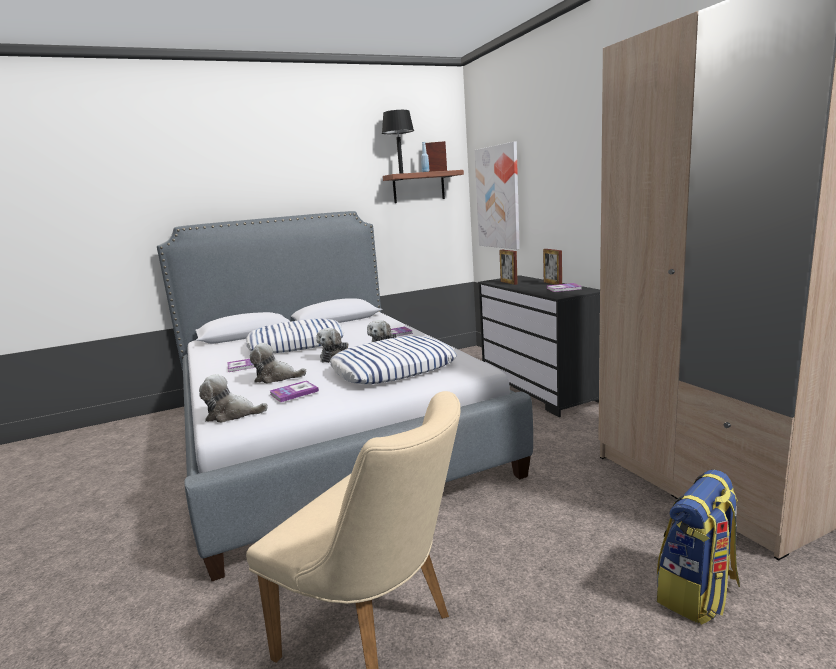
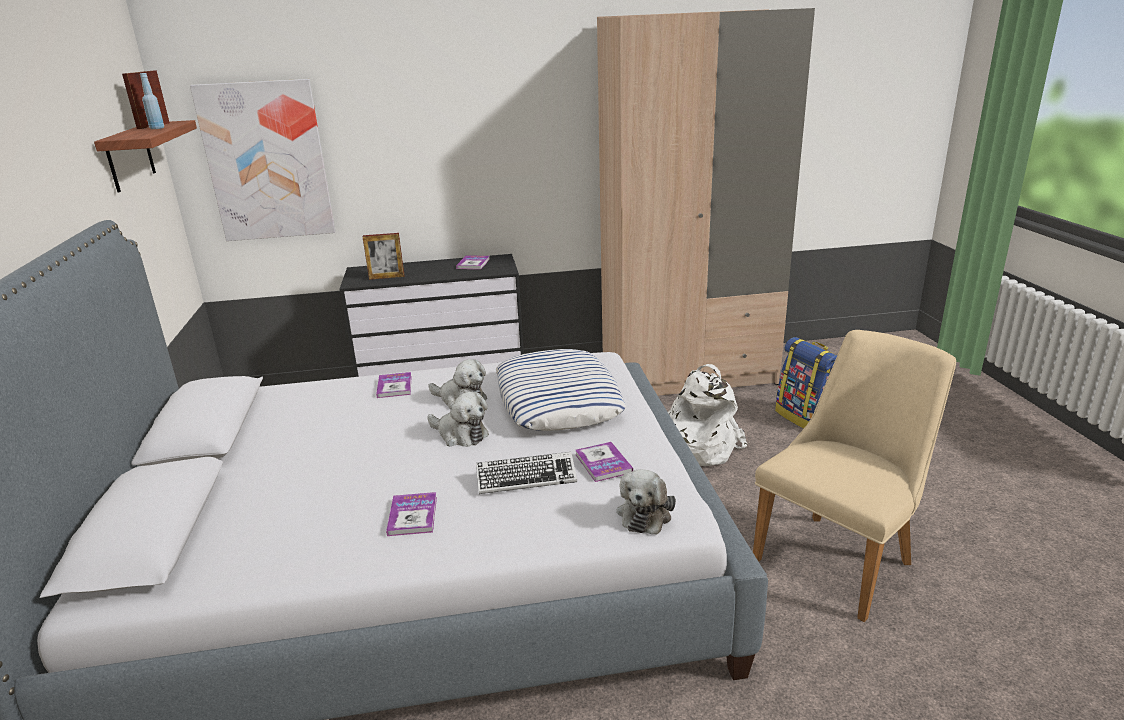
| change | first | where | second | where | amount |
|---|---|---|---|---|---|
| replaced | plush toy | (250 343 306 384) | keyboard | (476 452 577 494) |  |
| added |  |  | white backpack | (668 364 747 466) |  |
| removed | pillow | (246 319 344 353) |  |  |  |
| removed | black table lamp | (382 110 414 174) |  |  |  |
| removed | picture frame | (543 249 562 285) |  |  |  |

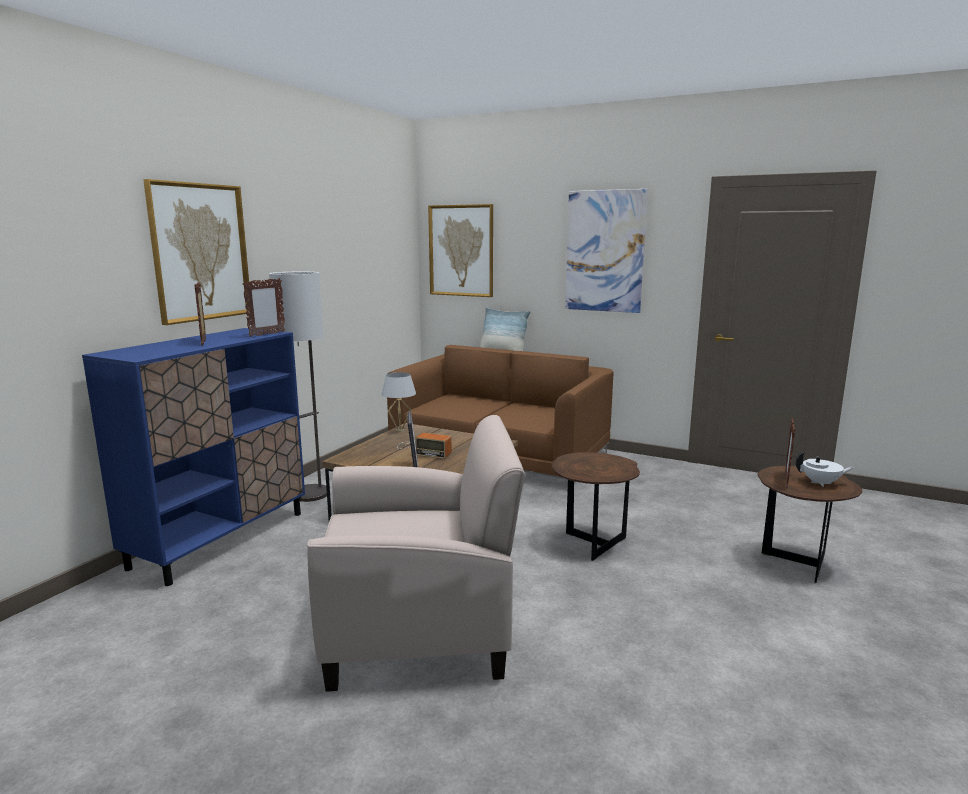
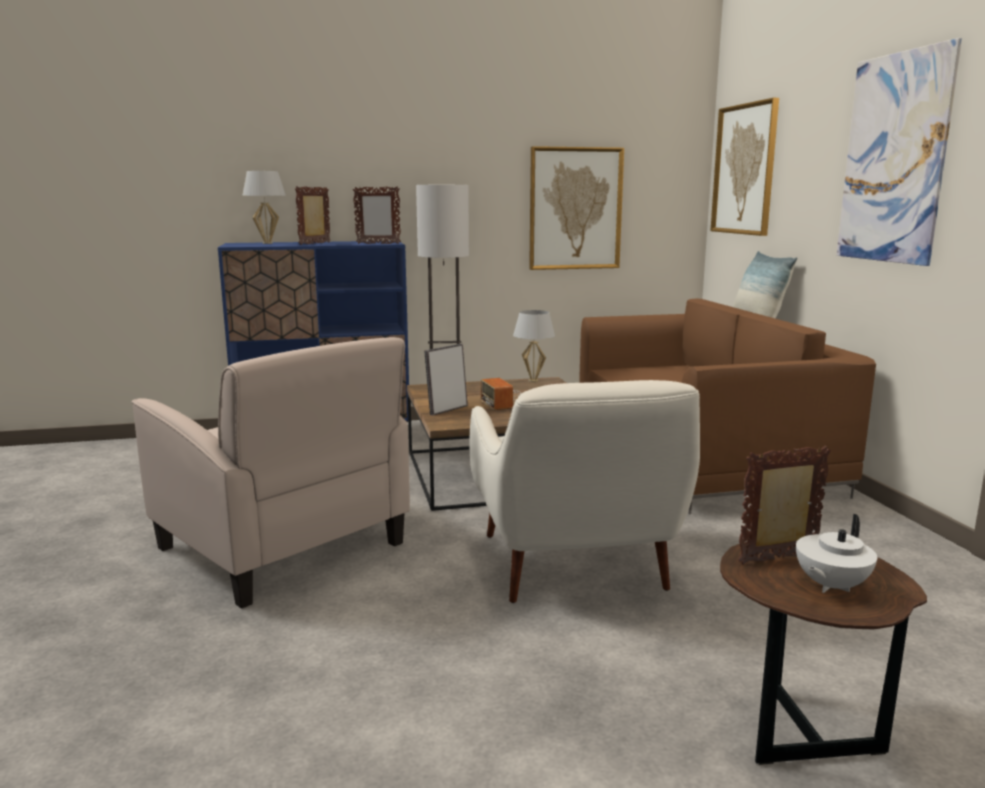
| change | first | where | second | where | amount |
|---|---|---|---|---|---|
| added |  |  | white table lamp | (242 171 286 244) |  |
| replaced | brown side table | (552 452 640 561) | white armchair | (470 380 700 603) |  |
| moved | picture | (143 179 250 325) |  | (529 146 624 270) |  |
| turned | white teapot | (796 452 854 487) |  | (796 514 877 593) | 75 degrees clockwise |

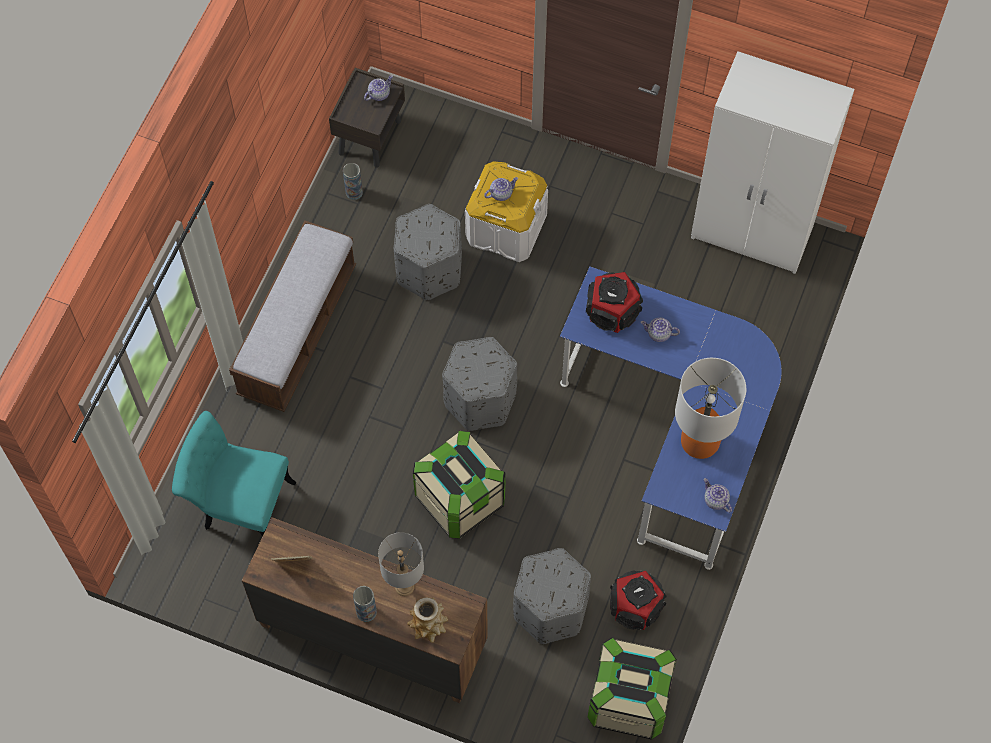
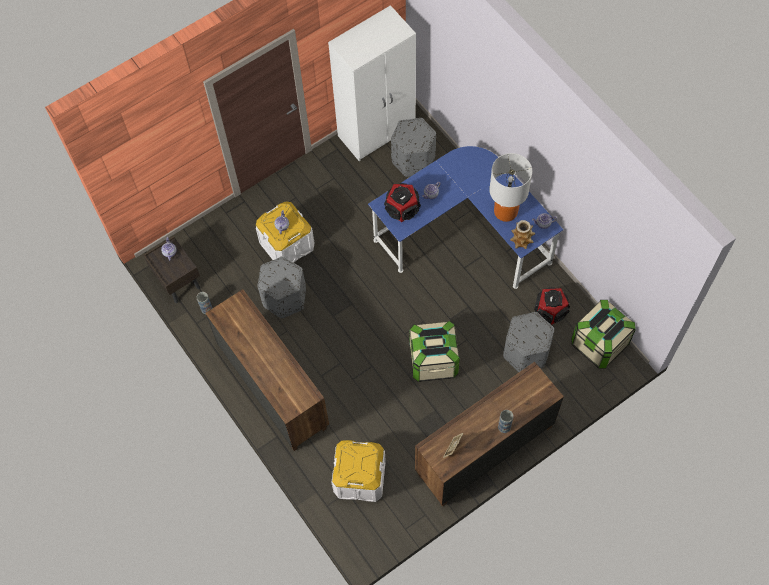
| change | first | where | second | where | amount |
|---|---|---|---|---|---|
| replaced | bench | (229 220 356 412) | brown dresser | (205 289 329 451) |  |
| replaced | turquoise chair | (172 411 296 537) | white storage box | (331 440 386 502) |  |
| moved | grey ottoman | (442 337 517 431) |  | (391 118 436 177) |  |
| moved | vase | (407 597 448 643) |  | (510 220 535 249) |  |
| removed | grey table lamp | (378 532 424 596) |  |  |  |

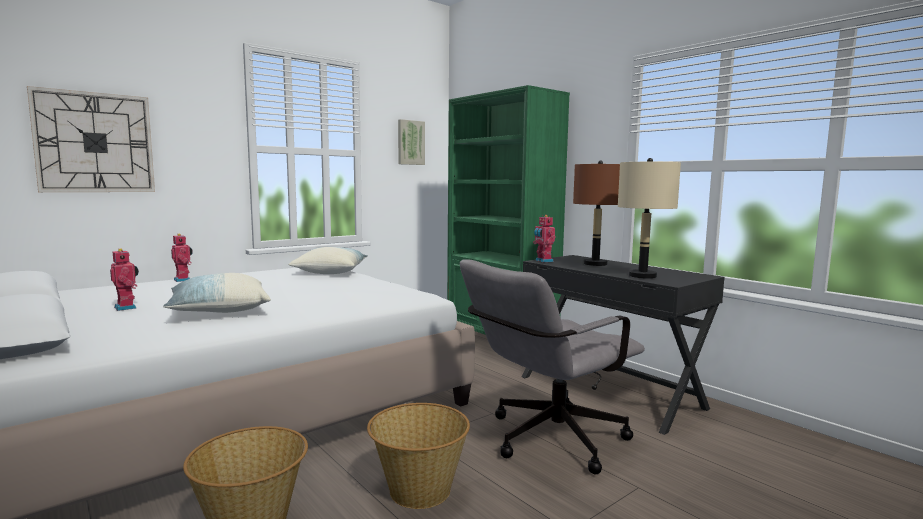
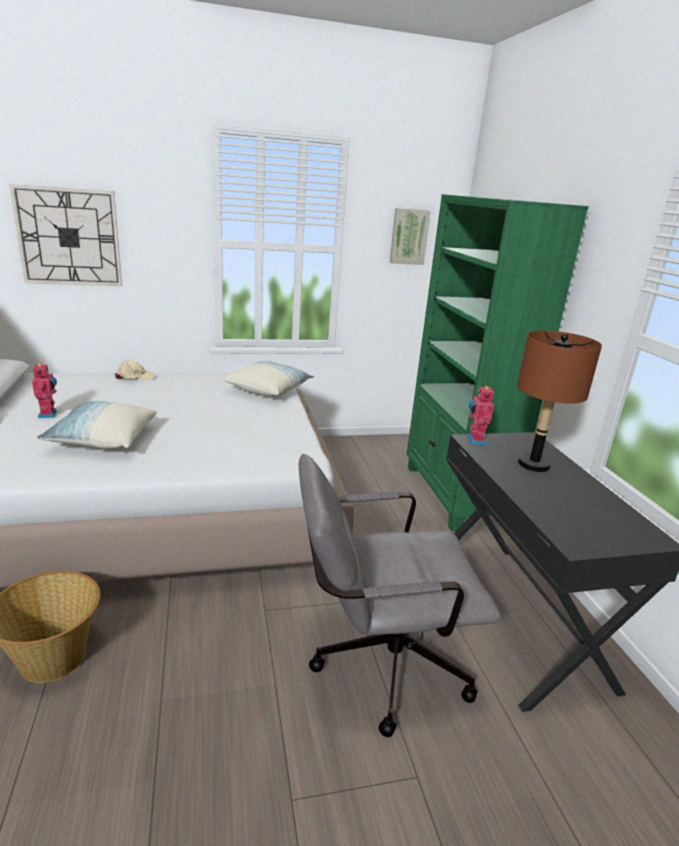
| change | first | where | second | where | amount |
|---|---|---|---|---|---|
| replaced | toy robot | (171 234 193 282) | beige cap | (115 360 156 380) |  |
| removed | basket | (367 403 470 509) |  |  |  |
| removed | beige table lamp | (618 158 681 279) |  |  |  |

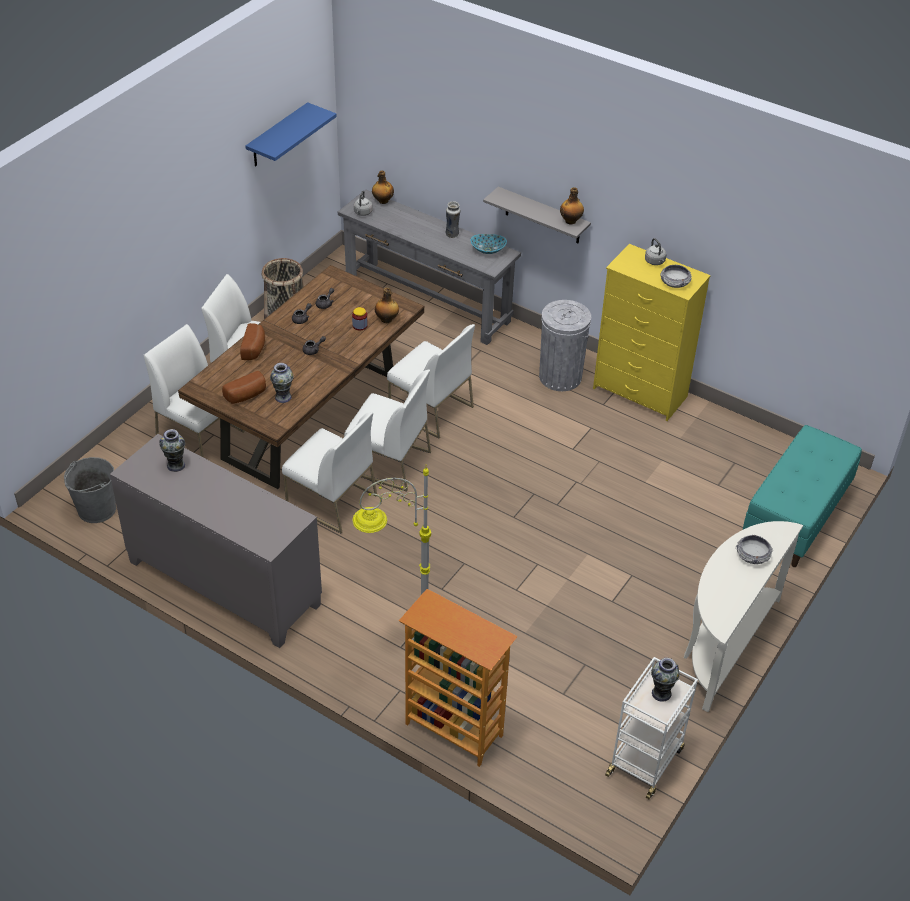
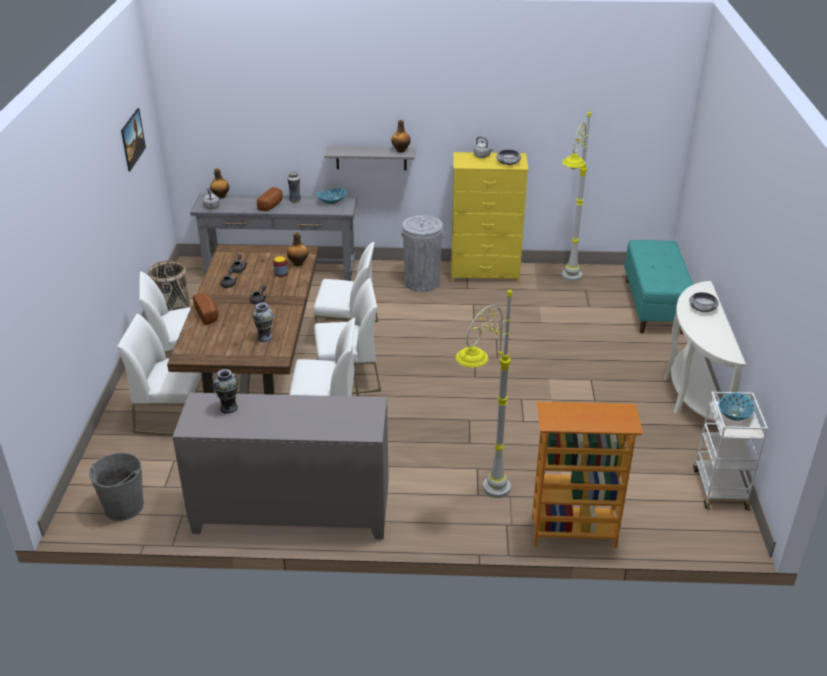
| change | first | where | second | where | amount |
|---|---|---|---|---|---|
| replaced | blue shelf | (245 102 337 167) | picture | (121 108 146 172) |  |
| moved | bread | (222 371 266 404) |  | (257 187 283 211) |  |
| added |  |  | grey floor lamp | (562 108 591 282) |  |
| replaced | vase | (651 658 680 702) | bowl | (718 393 755 421) |  |

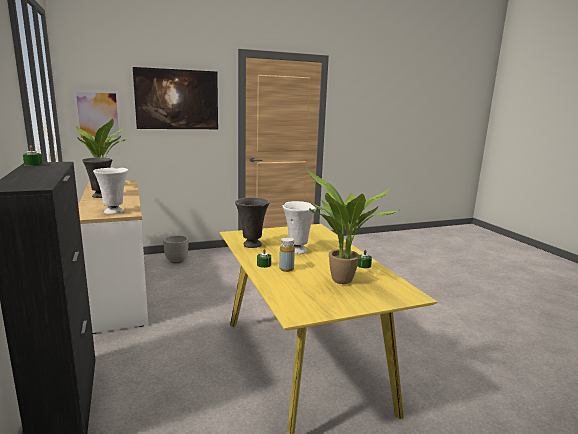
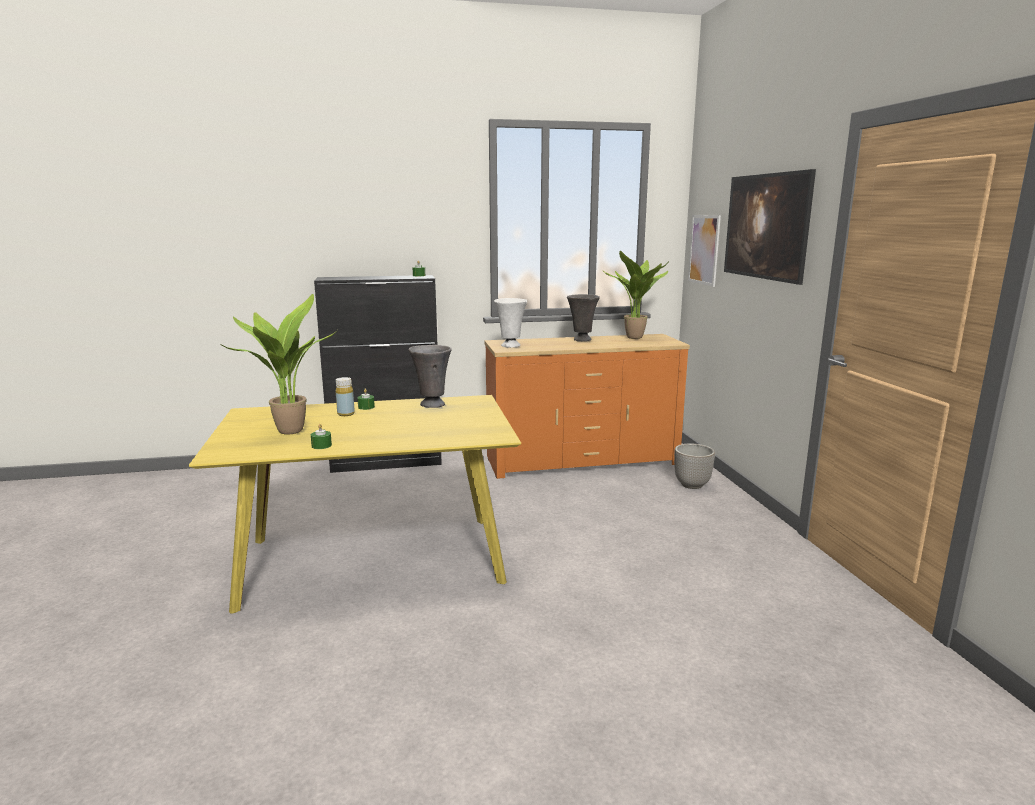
| change | first | where | second | where | amount |
|---|---|---|---|---|---|
| recoloured | white dresser | (78 180 149 334) | orange dresser | (485 334 690 479) |  |
| removed | white vase | (283 201 317 254) |  |  |  |

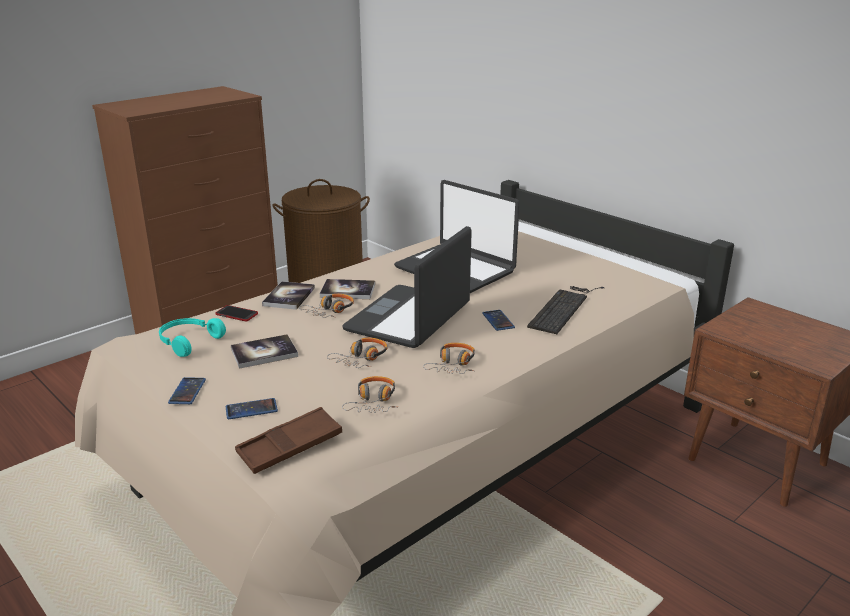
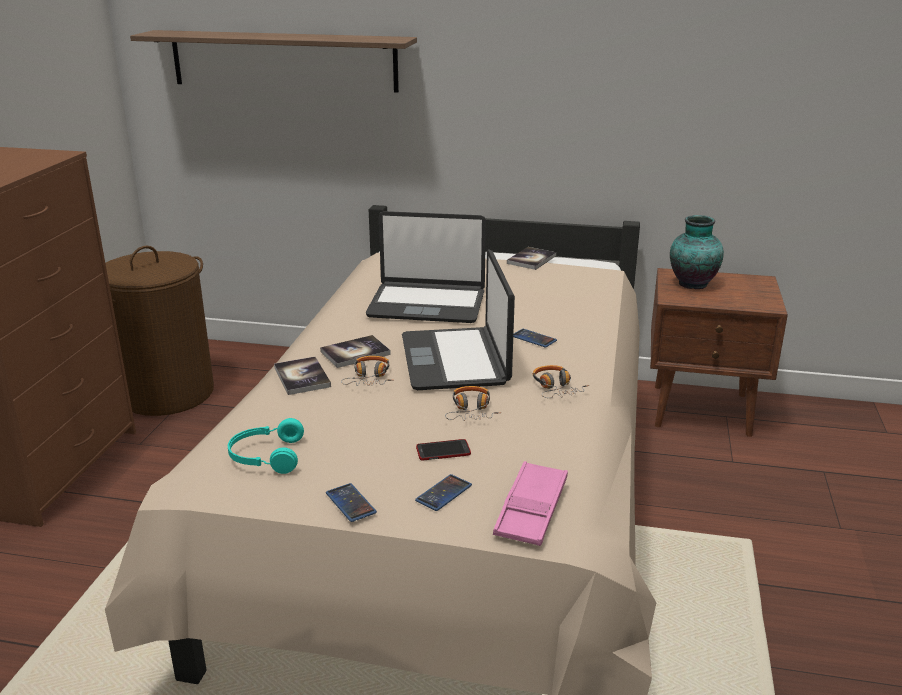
| change | first | where | second | where | amount |
|---|---|---|---|---|---|
| added |  |  | shelf | (130 30 417 93) |  |
| moved | phone | (216 305 258 322) |  | (416 439 471 461) |  |
| recoloured | brown tray | (235 407 342 474) | pink tray | (493 461 568 546) |  |
| moved | book | (231 334 298 369) |  | (507 247 556 270) |  |
| added |  |  | vase | (670 215 724 289) |  |
| removed | headphones | (342 376 397 413) |  |  |  |
| removed | keyboard | (527 286 605 334) |  |  |  |

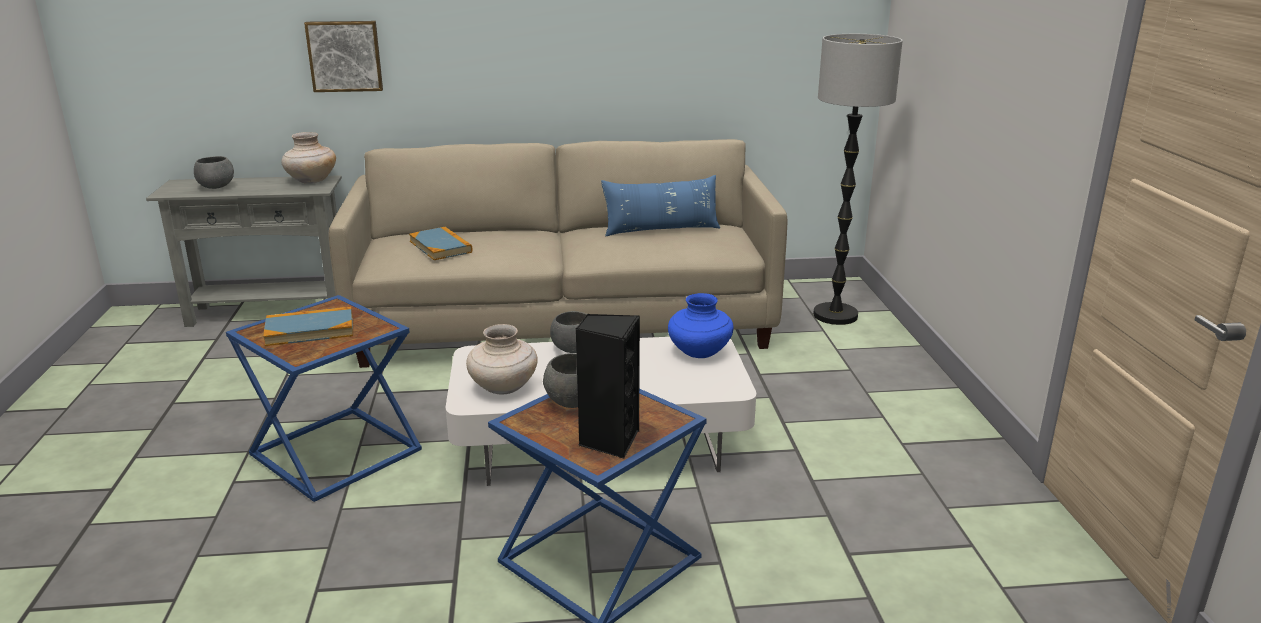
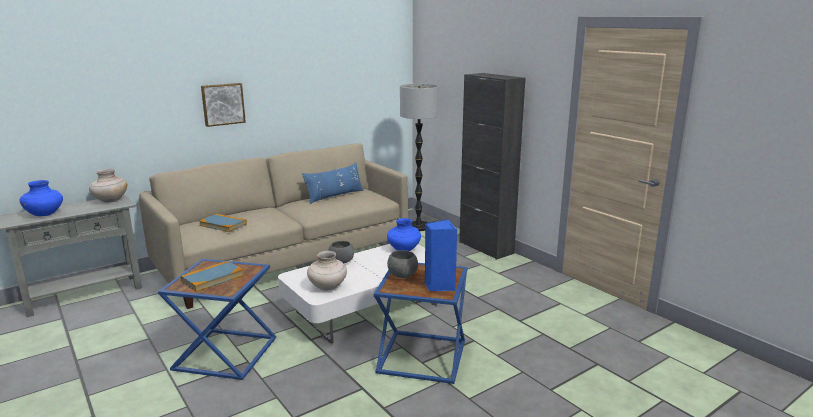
| change | first | where | second | where | amount |
|---|---|---|---|---|---|
| replaced | grey bowl | (194 156 234 189) | blue vase | (20 180 63 216) |  |
| moved | picture | (304 21 383 92) |  | (201 83 246 127) |  |
| recoloured | black speaker | (576 314 640 459) | blue speaker | (425 219 457 291) |  |
| added |  |  | black cabinet | (459 73 525 260) |  |

